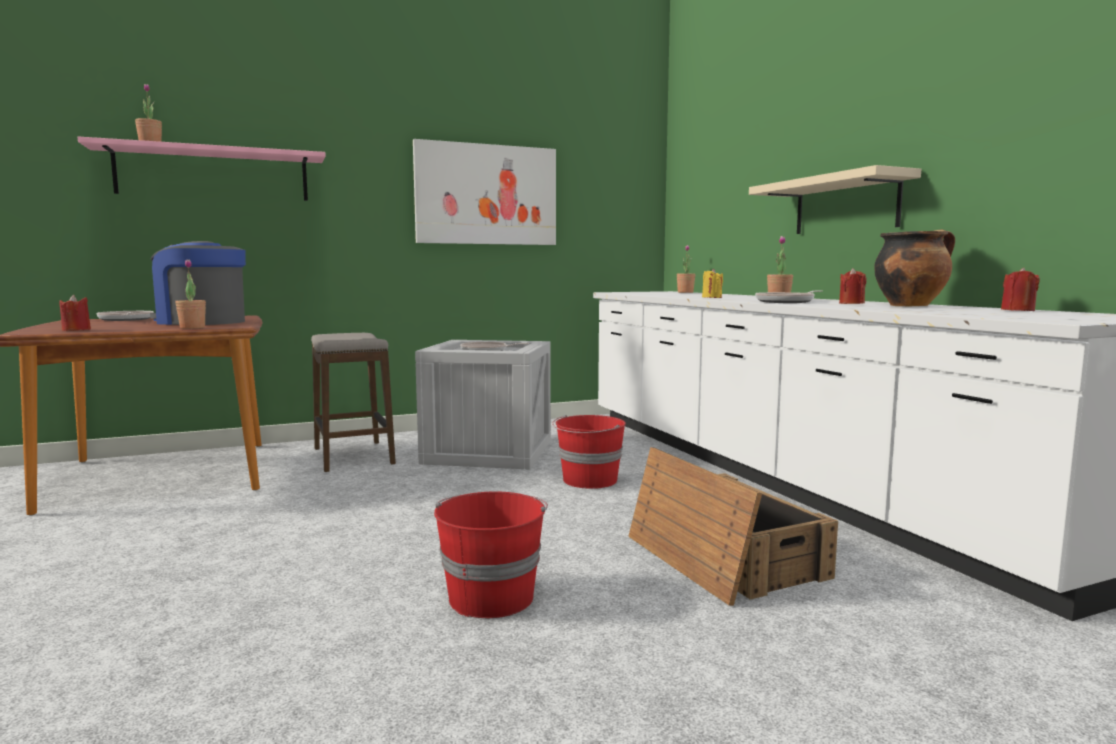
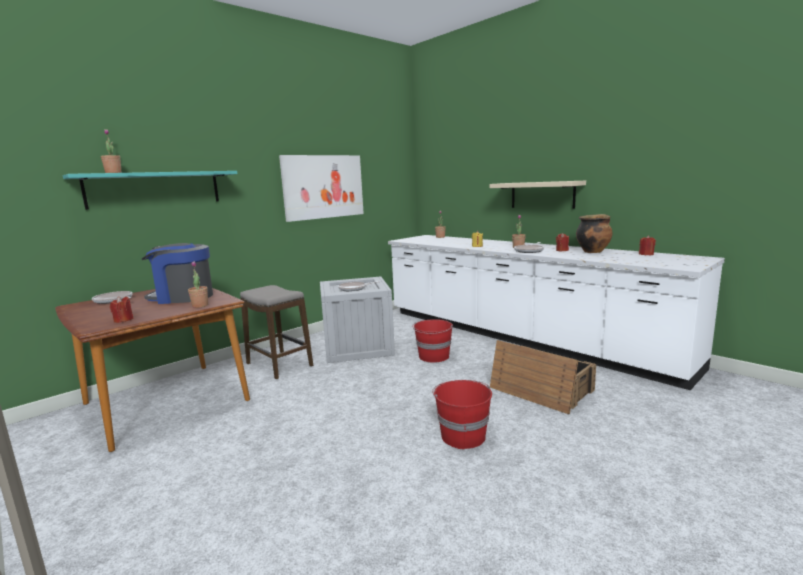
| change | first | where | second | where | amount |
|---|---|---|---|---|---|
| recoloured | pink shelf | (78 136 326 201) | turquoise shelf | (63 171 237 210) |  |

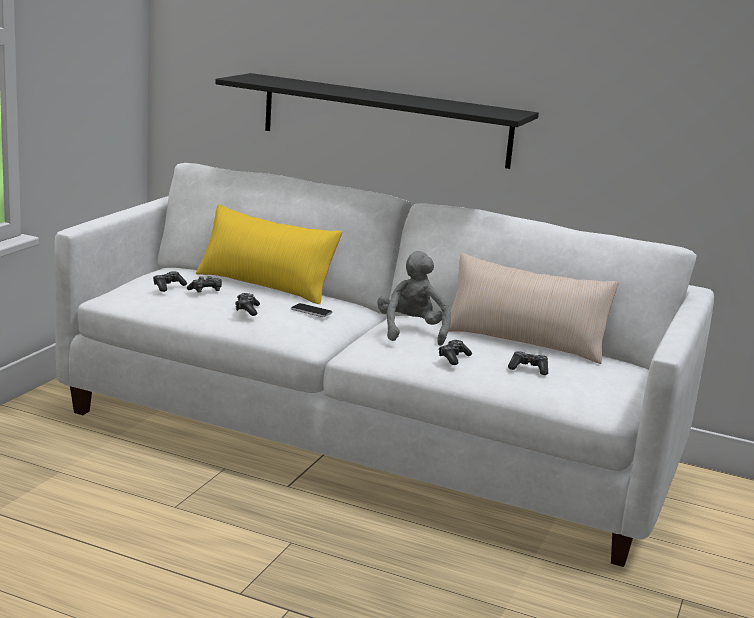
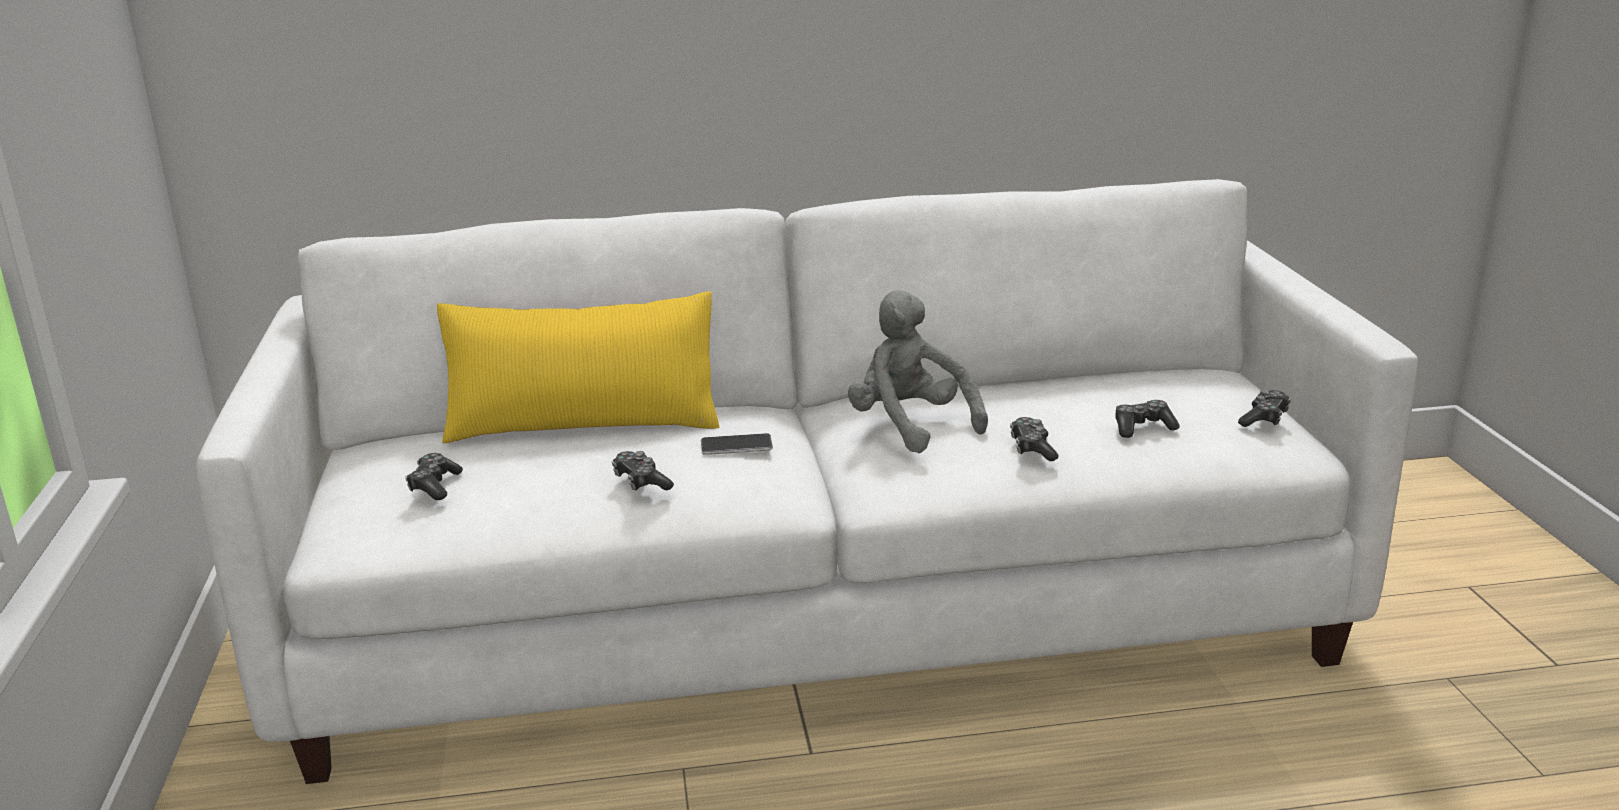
| change | first | where | second | where | amount |
|---|---|---|---|---|---|
| moved | game controller | (187 276 222 293) |  | (1238 390 1291 427) |  |
| removed | black shelf | (215 73 539 169) |  |  |  |
| removed | beige pillow | (449 253 619 364) |  |  |  |

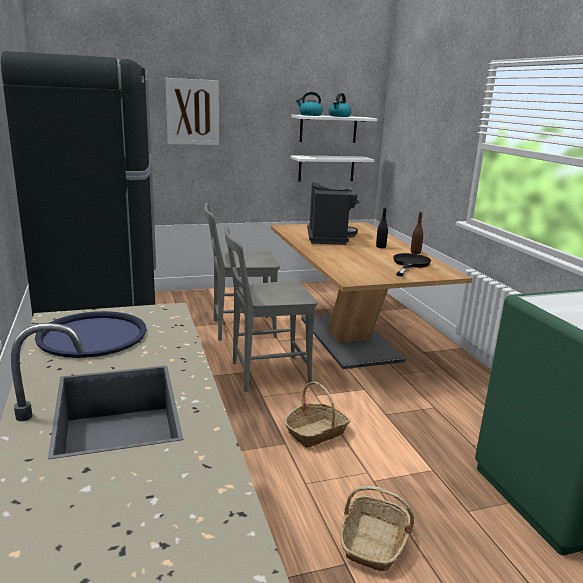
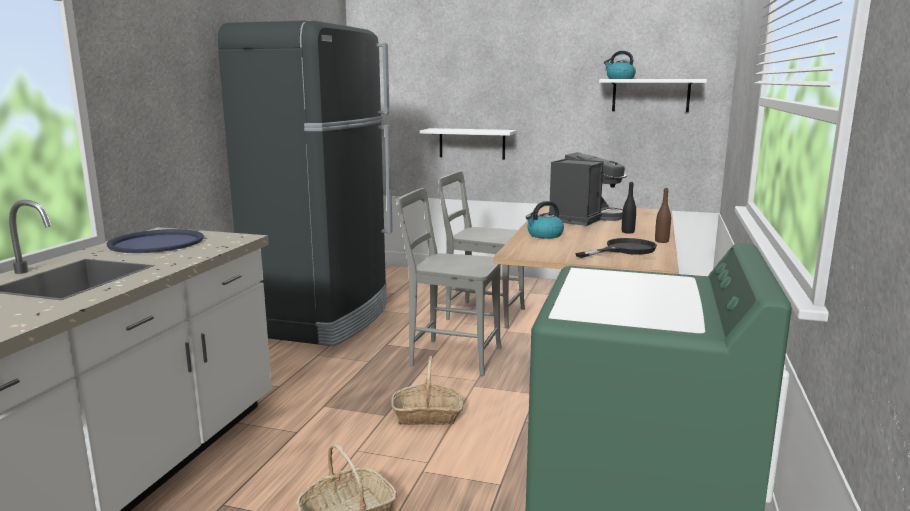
| change | first | where | second | where | amount |
|---|---|---|---|---|---|
| moved | white shelf | (290 156 374 181) |  | (420 128 516 159) |  |
| moved | kettle | (329 93 352 117) |  | (526 201 564 239) |  |
| removed | picture | (166 78 219 145) |  |  |  |

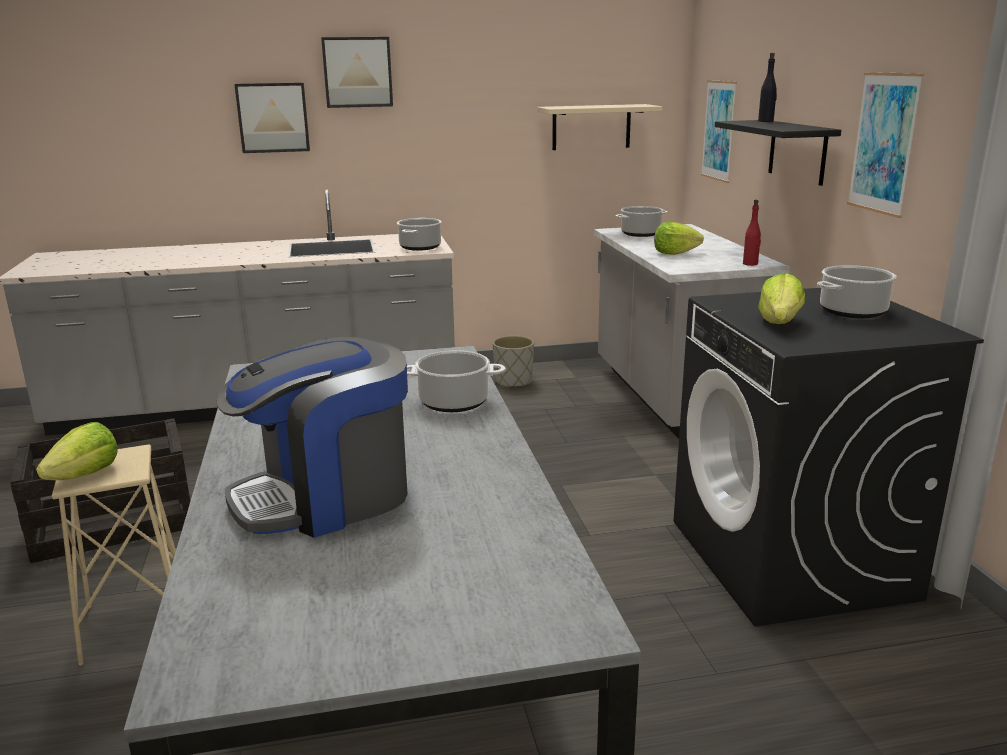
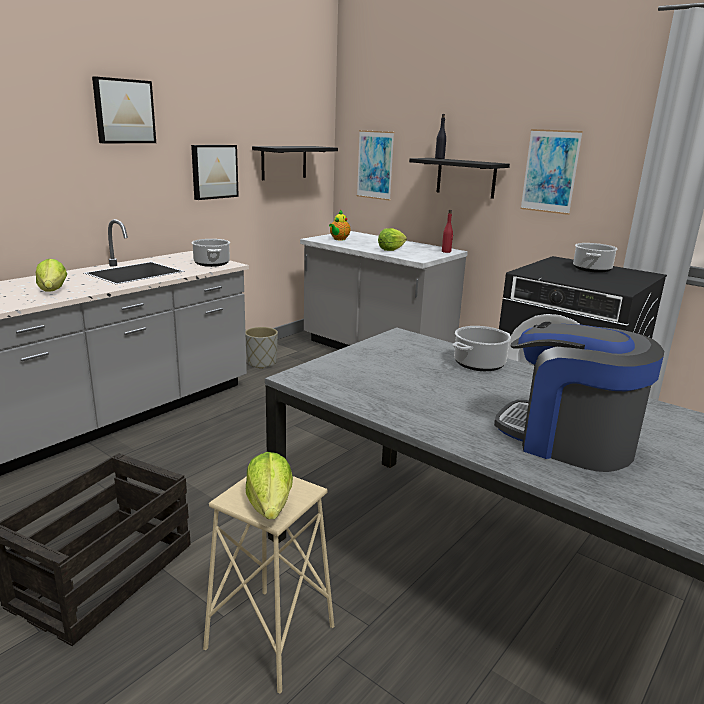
| change | first | where | second | where | amount |
|---|---|---|---|---|---|
| moved | lettuce | (758 273 805 324) |  | (36 259 67 292) |  |
| moved | picture | (234 82 310 153) |  | (191 145 239 200) |  |
| recoloured | beige shelf | (537 104 662 150) | black shelf | (252 146 338 180) |  |
| replaced | cooking pot | (615 206 668 237) | teapot | (329 210 350 241) |  |
| turned | coffee machine | (216 337 408 538) |  | (494 322 664 472) | 105 degrees clockwise |

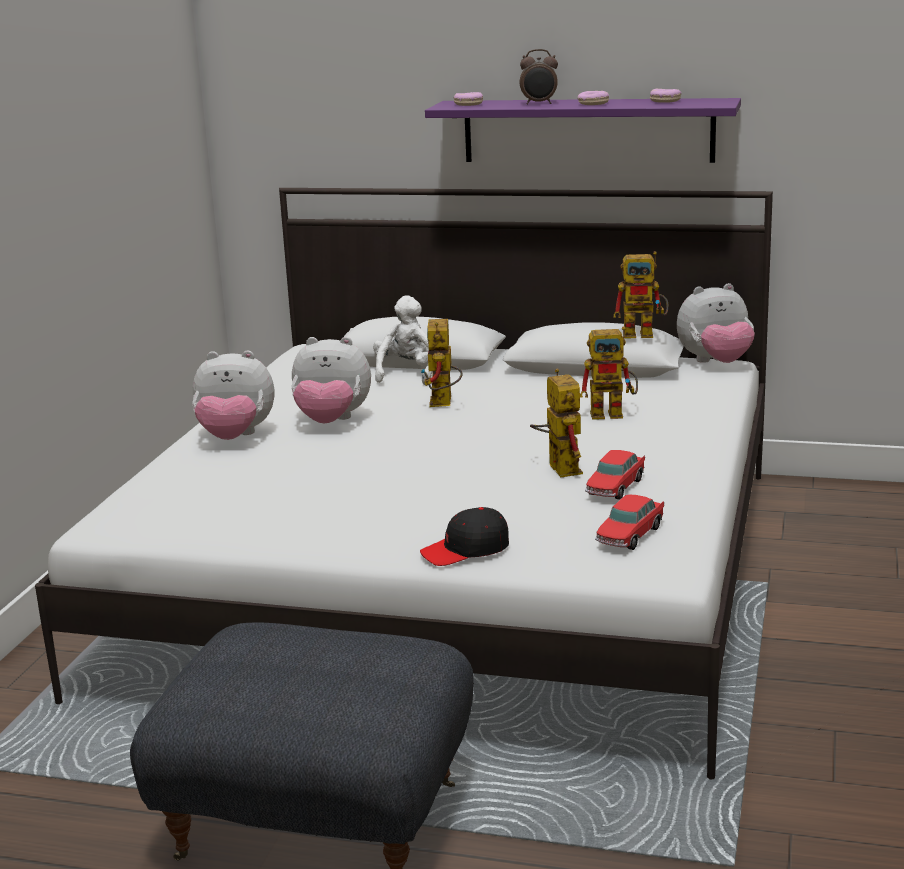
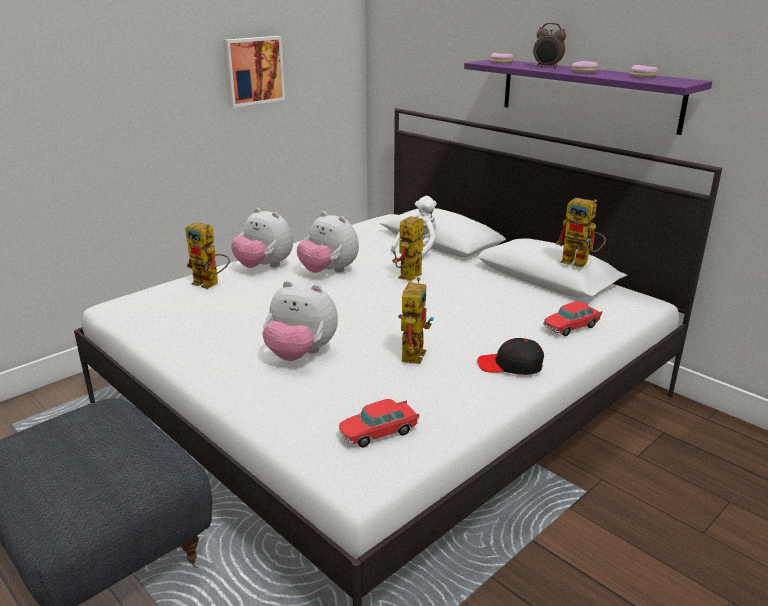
| change | first | where | second | where | amount |
|---|---|---|---|---|---|
| moved | toy robot | (580 326 638 420) |  | (185 222 230 289) |  |
| added |  |  | picture | (223 36 285 108) |  |
| moved | plush toy | (677 283 755 363) |  | (262 281 338 361) |  |
| moved | black cap | (420 507 509 566) |  | (477 338 544 375) |  |
| moved | toy car | (585 450 645 500) |  | (543 301 602 336) |  |

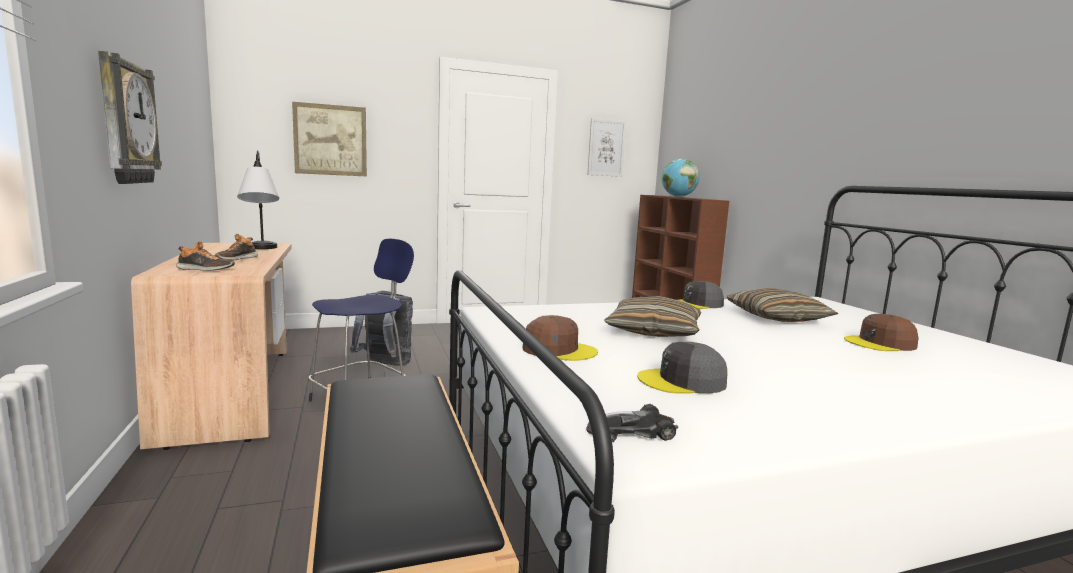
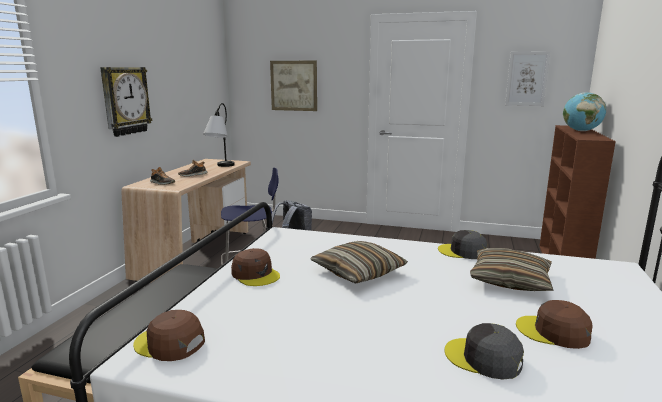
| change | first | where | second | where | amount |
|---|---|---|---|---|---|
| replaced | toy car | (586 404 678 442) | brown cap | (133 310 205 361) |  |
| moved | grey cap | (637 341 728 394) |  | (445 323 524 379) |  |

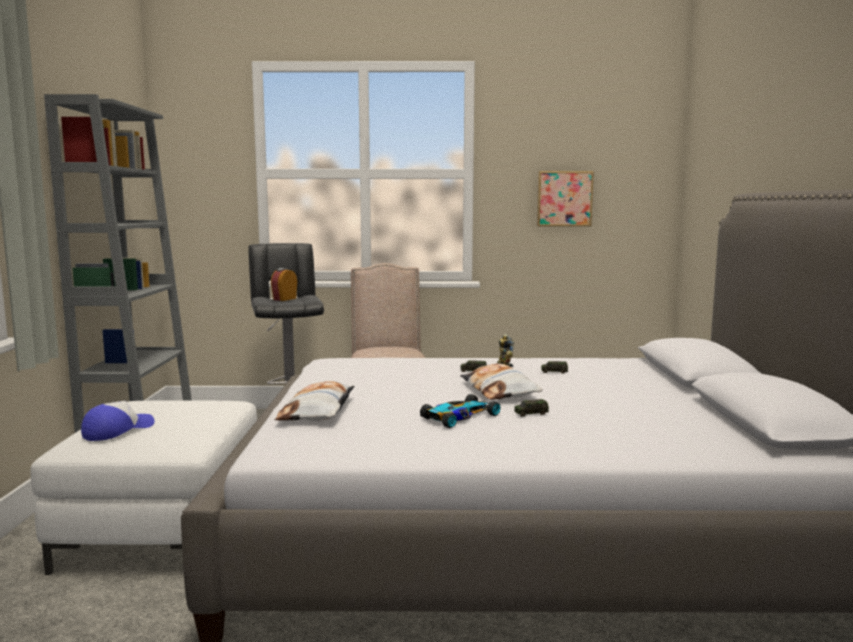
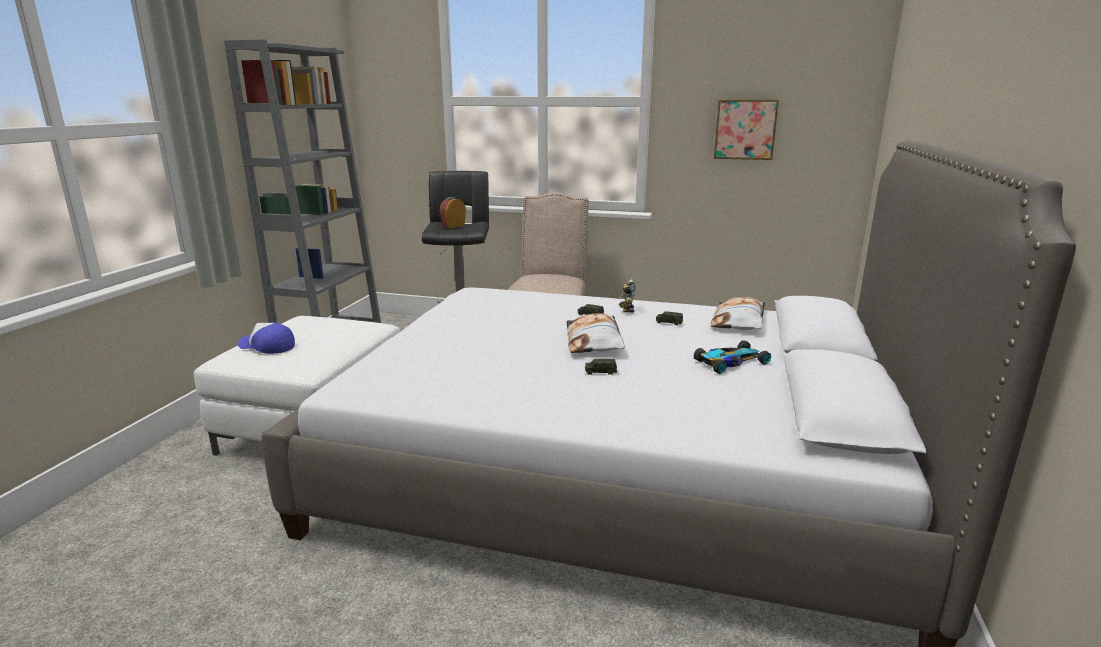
| change | first | where | second | where | amount |
|---|---|---|---|---|---|
| turned | cap | (81 401 155 441) |  | (238 323 295 354) | 120 degrees counterclockwise |
| moved | toy car | (420 394 501 428) |  | (694 341 771 374) |  |
| moved | pillow | (274 381 355 421) |  | (710 297 765 330) |  |

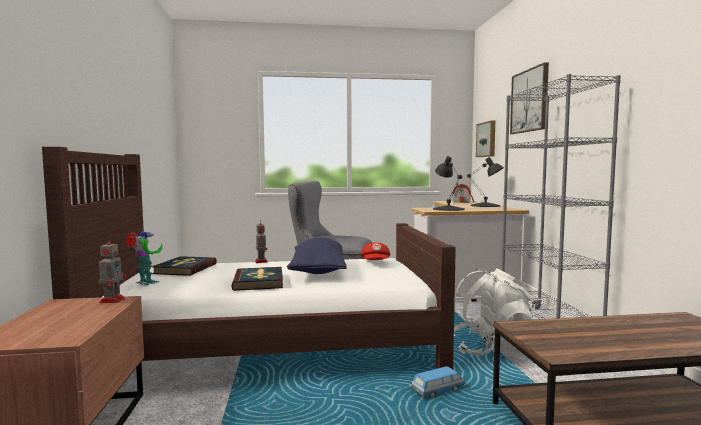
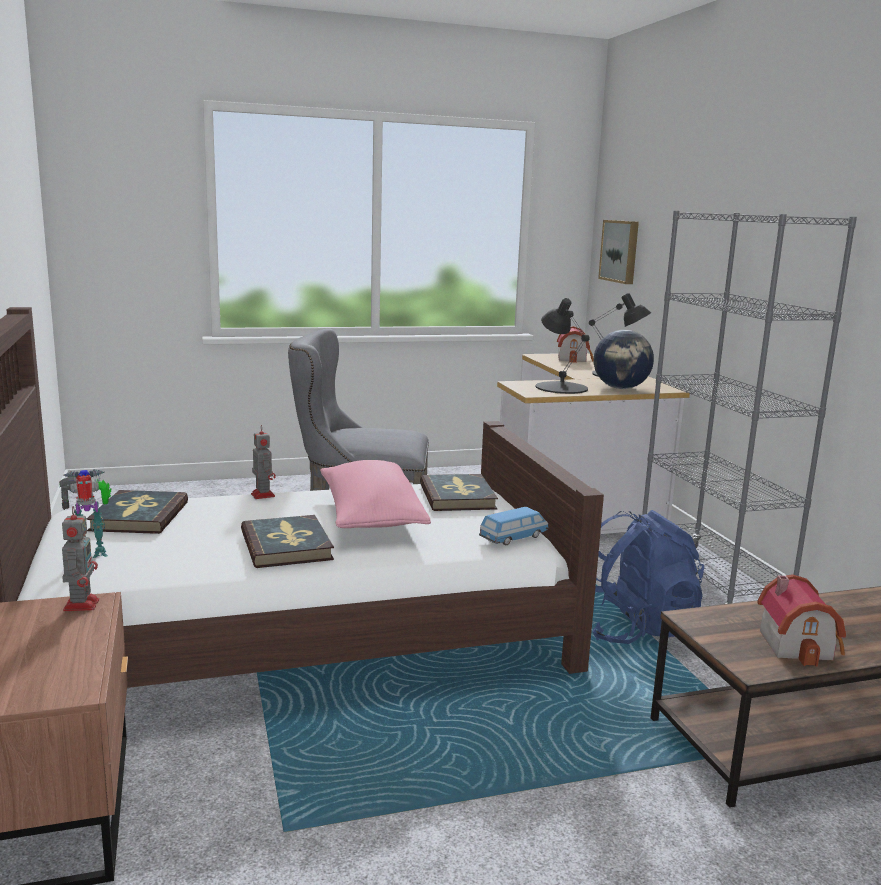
| change | first | where | second | where | amount |
|---|---|---|---|---|---|
| turned | toy robot | (126 232 162 286) |  | (59 469 111 558) | 45 degrees counterclockwise |
| recoloured | blue pillow | (287 237 347 274) | pink pillow | (320 460 431 528) |  |
| replaced | red cap | (361 243 390 260) | book | (420 474 498 511) |  |
| moved | toy car | (412 366 465 398) |  | (479 507 549 545) |  |
| recoloured | white backpack | (454 268 535 356) | blue backpack | (592 510 704 644) |  |
| added |  |  | globe | (594 330 654 389) |  |
| added |  |  | toy house | (757 574 846 667) |  |
| removed | picture | (510 62 549 134) |  |  |  |

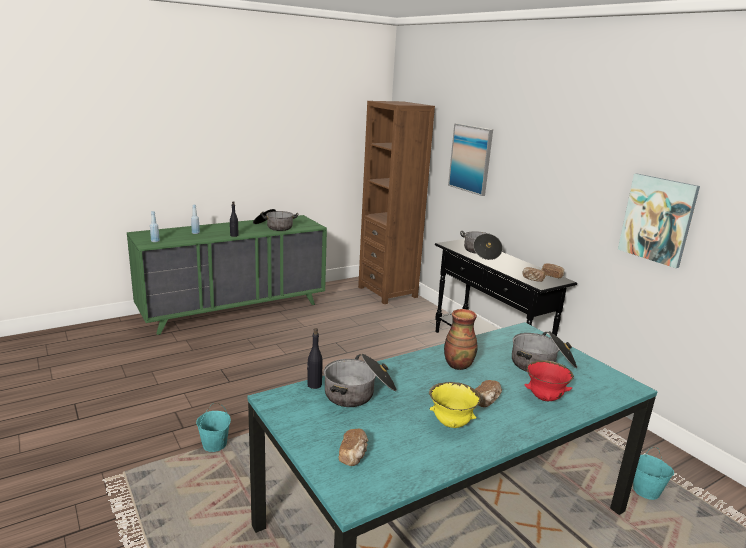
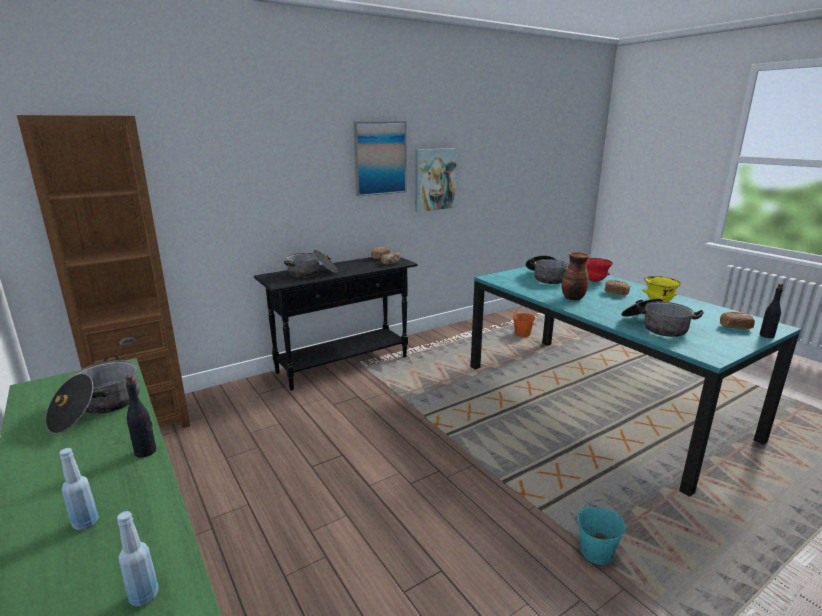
| change | first | where | second | where | amount |
|---|---|---|---|---|---|
| moved | picture | (448 123 493 196) |  | (353 121 407 196) |  |
| recoloured | turquoise bucket | (633 447 674 500) | orange bucket | (513 307 535 337) |  |
| moved | black bottle | (307 328 323 389) |  | (760 284 783 338) |  |

